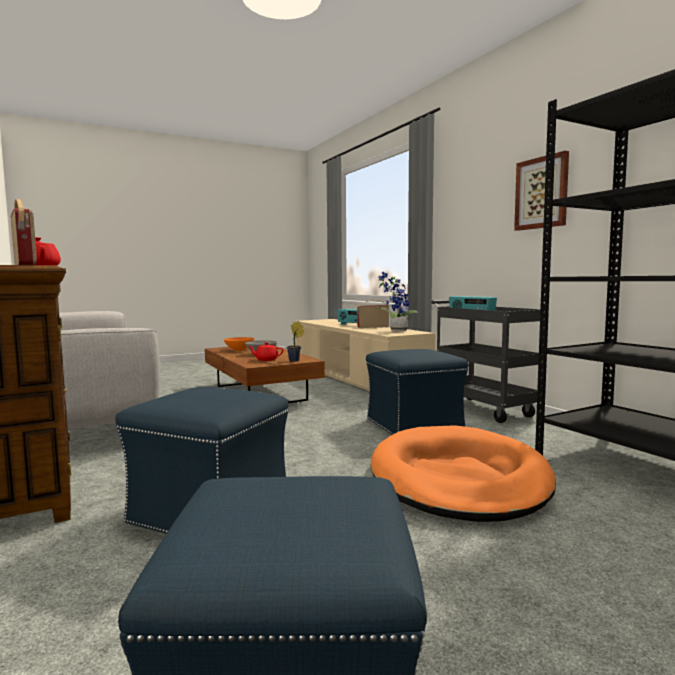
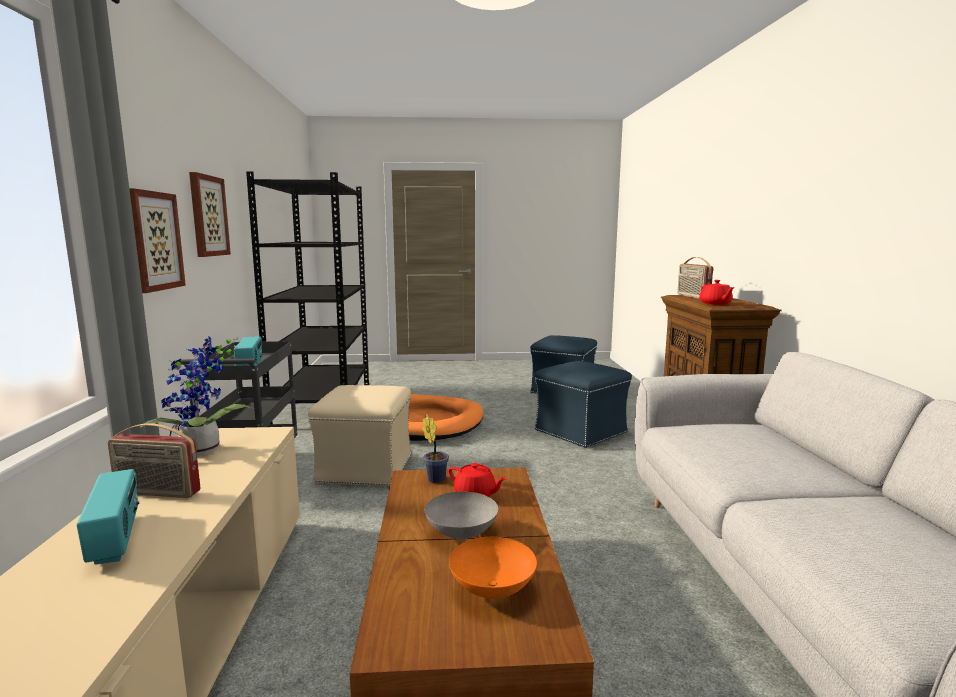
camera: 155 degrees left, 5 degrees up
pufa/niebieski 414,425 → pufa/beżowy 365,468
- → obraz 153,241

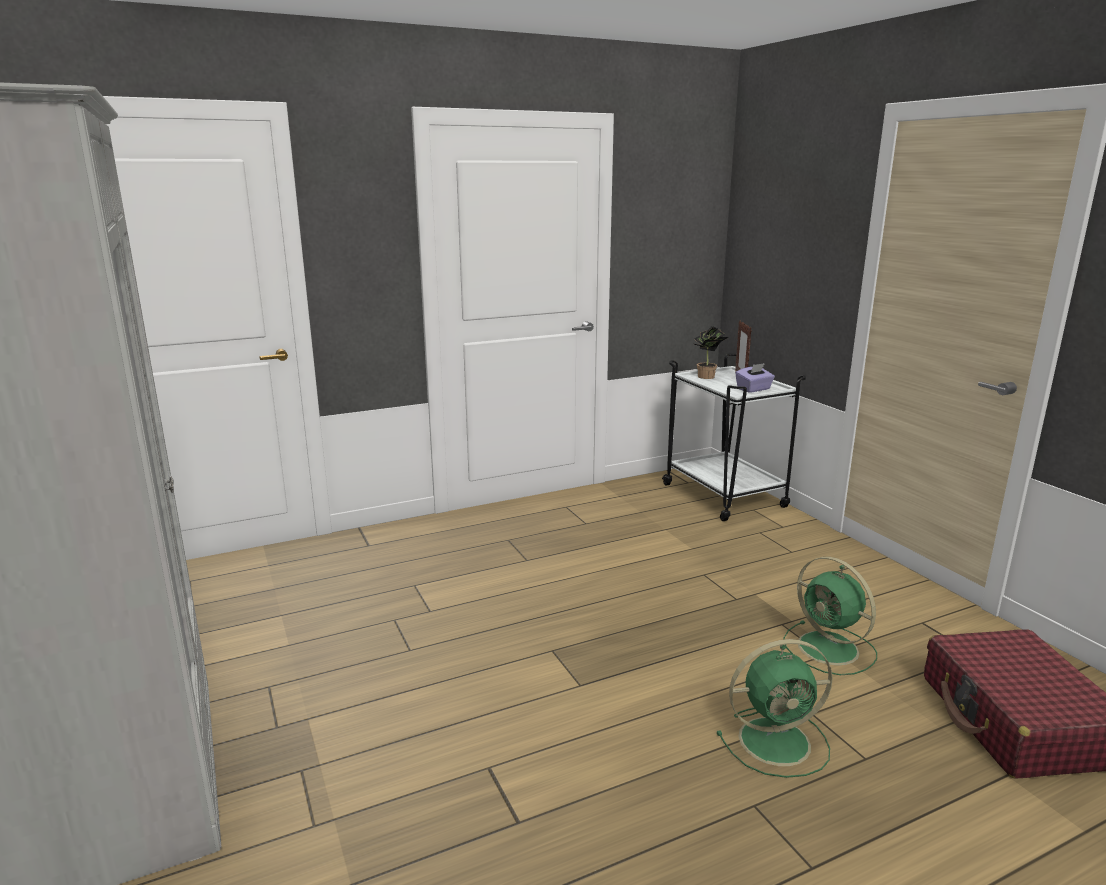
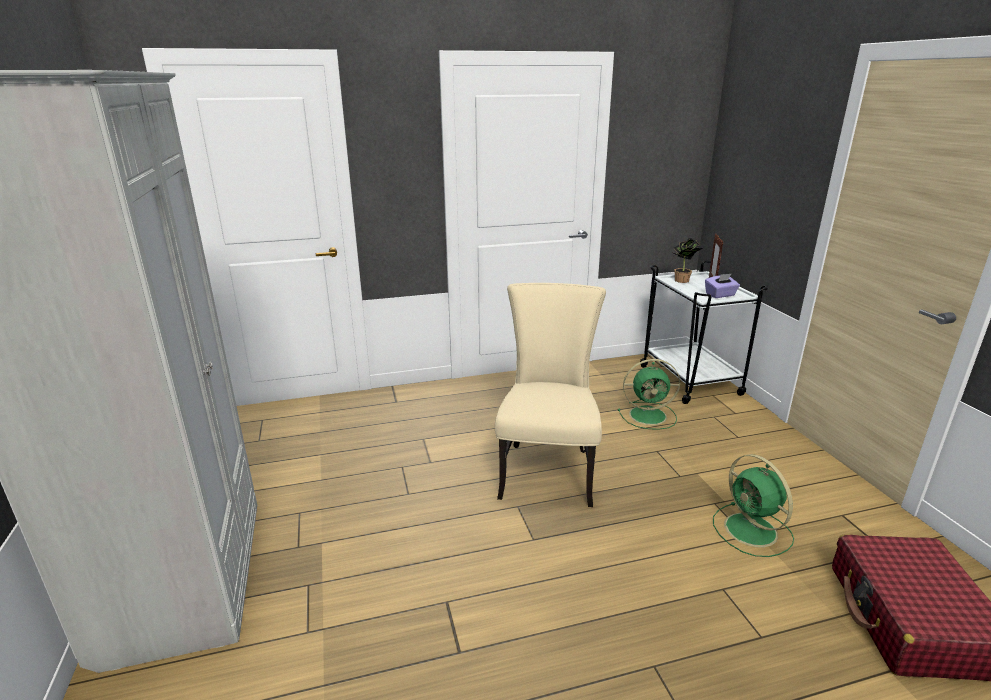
camera: 10 degrees right, 5 degrees up
wentylator/zielony 777,741 → wentylator/zielony 649,415, move
- → krzesło/beżowy 547,469

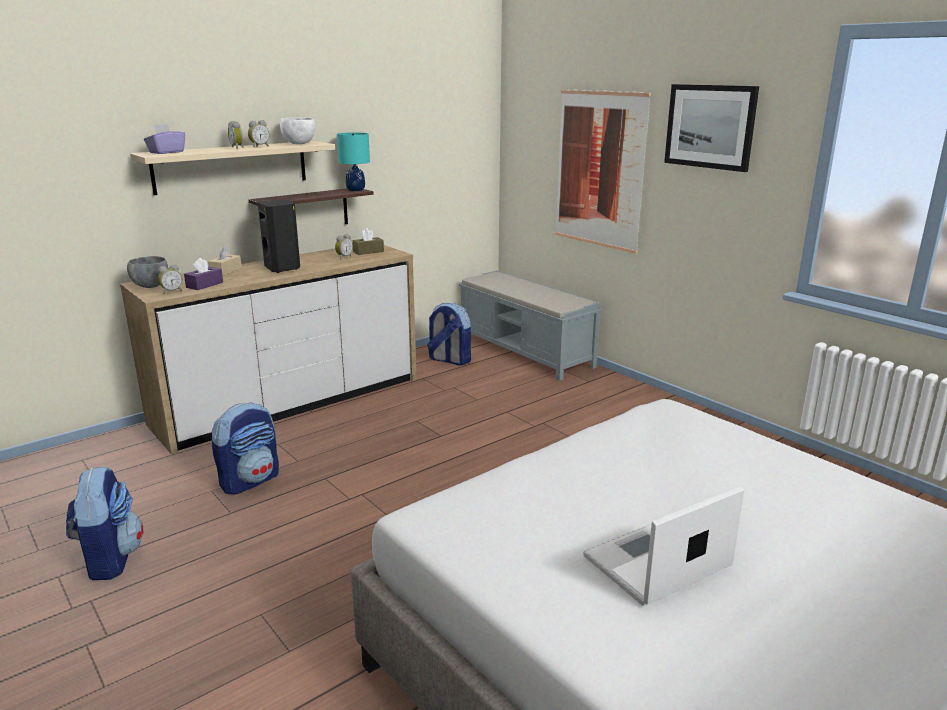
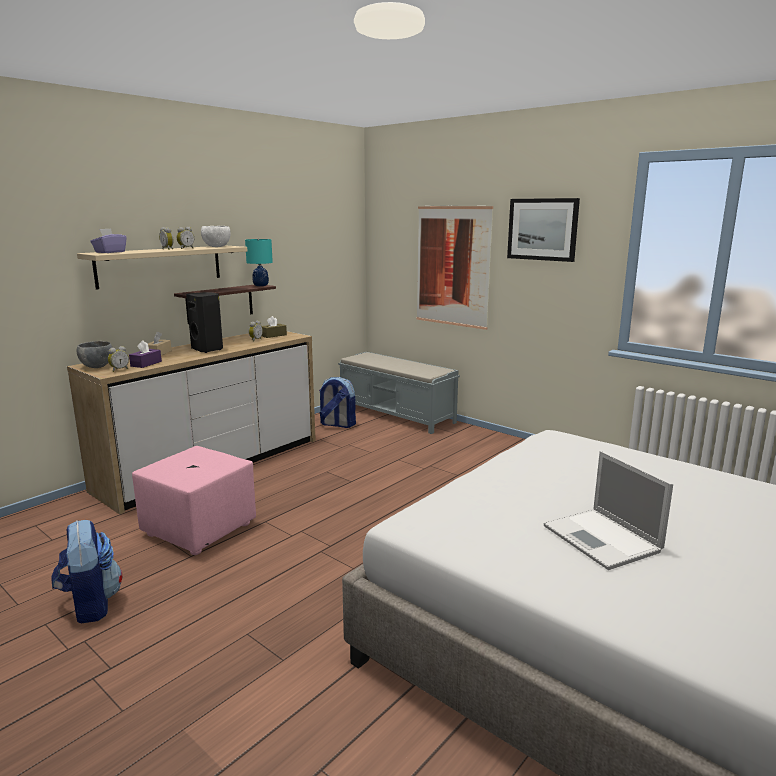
camera: 10 degrees left, 5 degrees down
plecak 250,480 → pufa/różowy 199,529
laptop 655,563 → laptop 603,539, 75 degrees counterclockwise

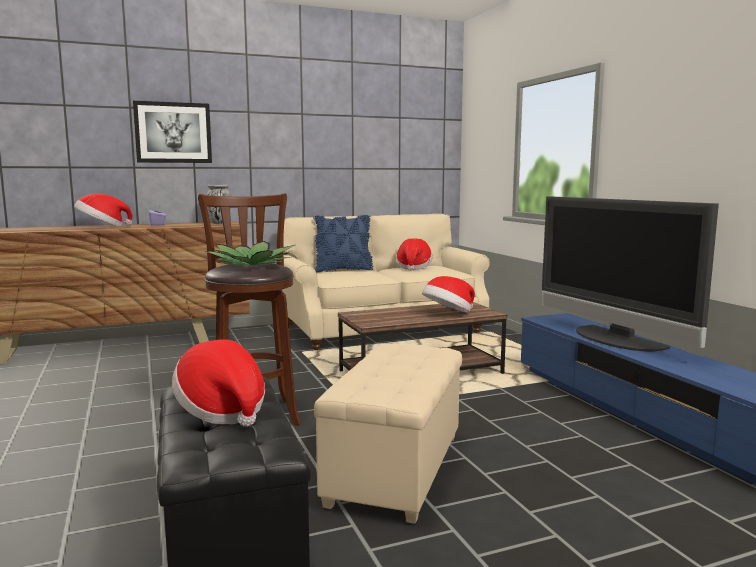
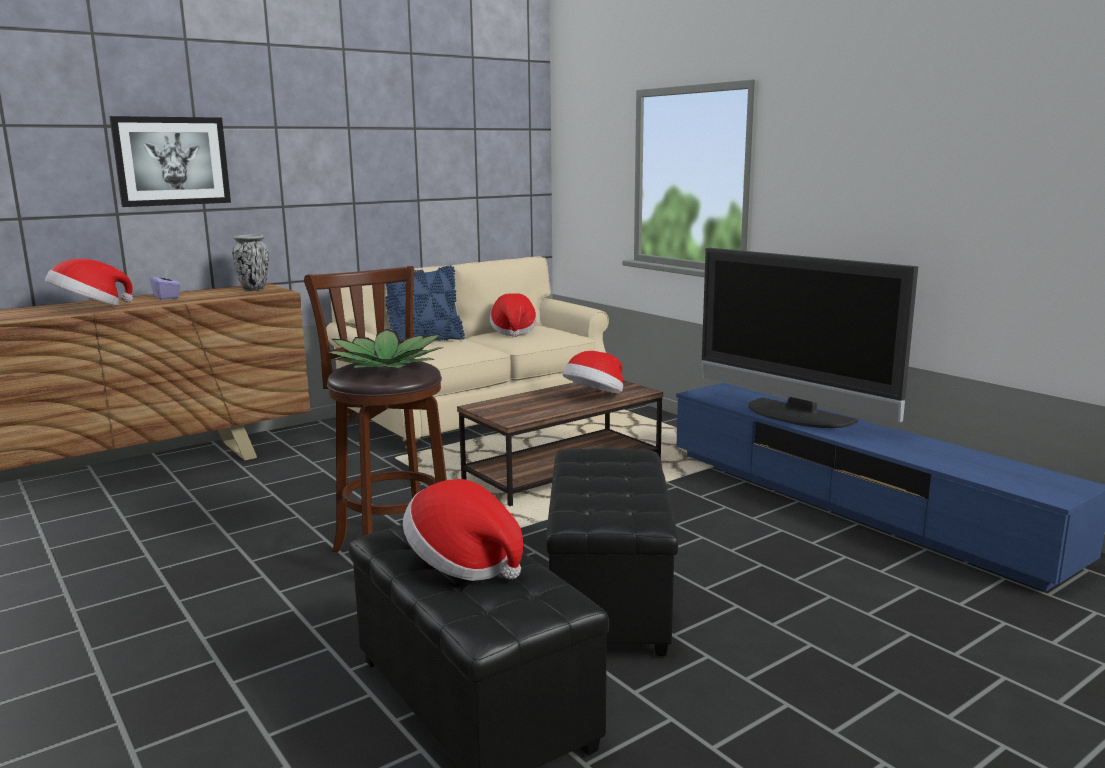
camera: 15 degrees left, 5 degrees up
pufa/beżowy 397,470 → pufa/czarny 610,598

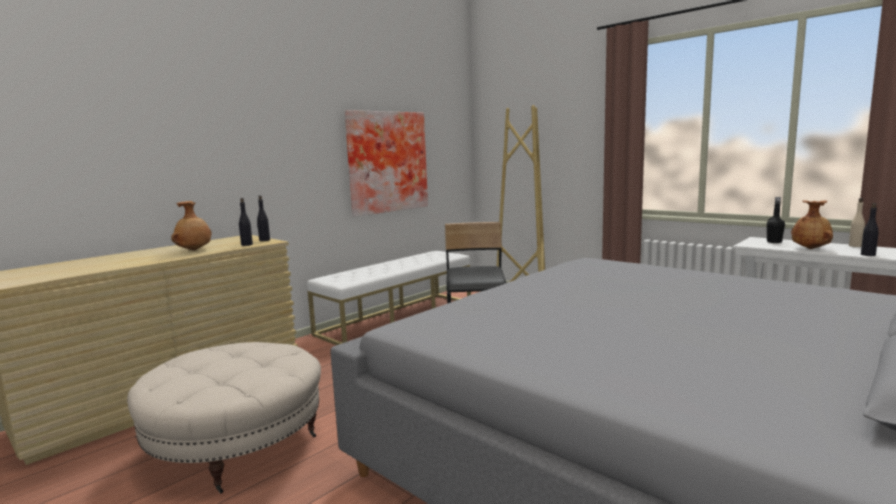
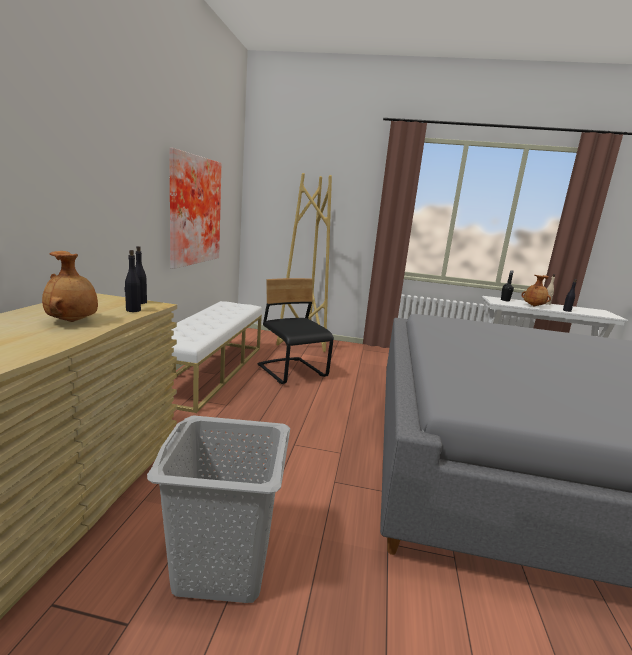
camera: 35 degrees left, 5 degrees up
pufa/beżowy 237,445 → kosz na pranie/szary 223,566

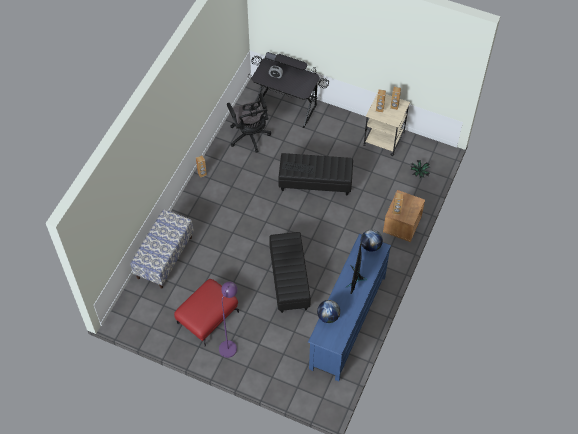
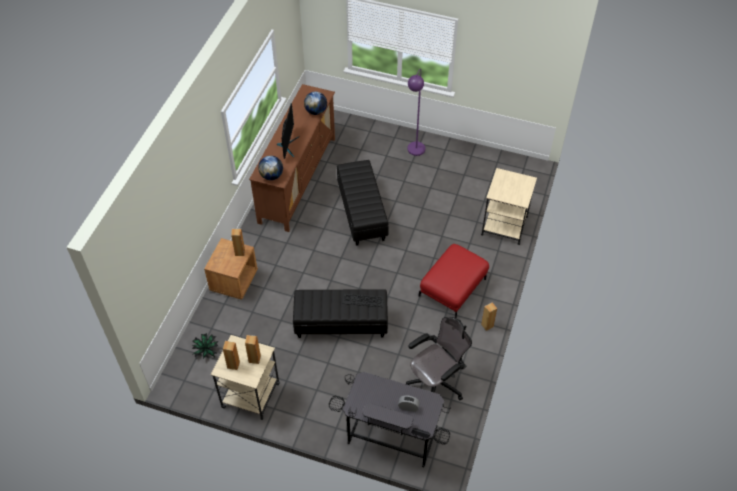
camera: 175 degrees right, 5 degrees down
krzesło biurowe 249,136 → krzesło biurowe 436,383, 75 degrees clockwise
ławka 164,257 → wózek/beżowy 504,226
komoda/niebieski 347,322 → komoda/brązowy 298,180
pufa/czerwony 207,317 → pufa/czerwony 453,288, move

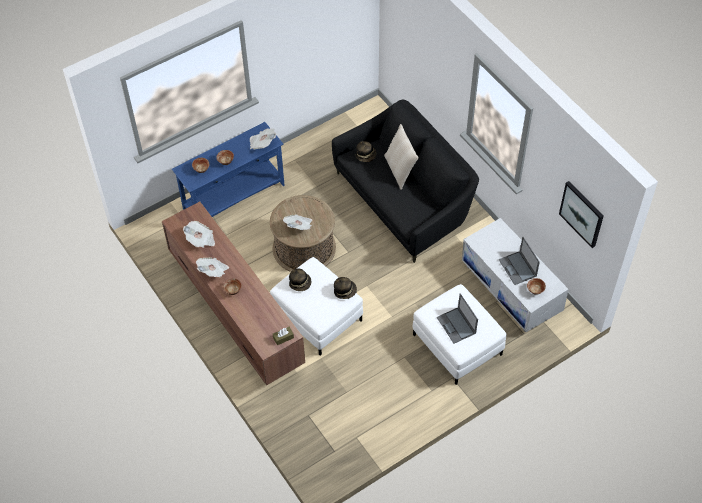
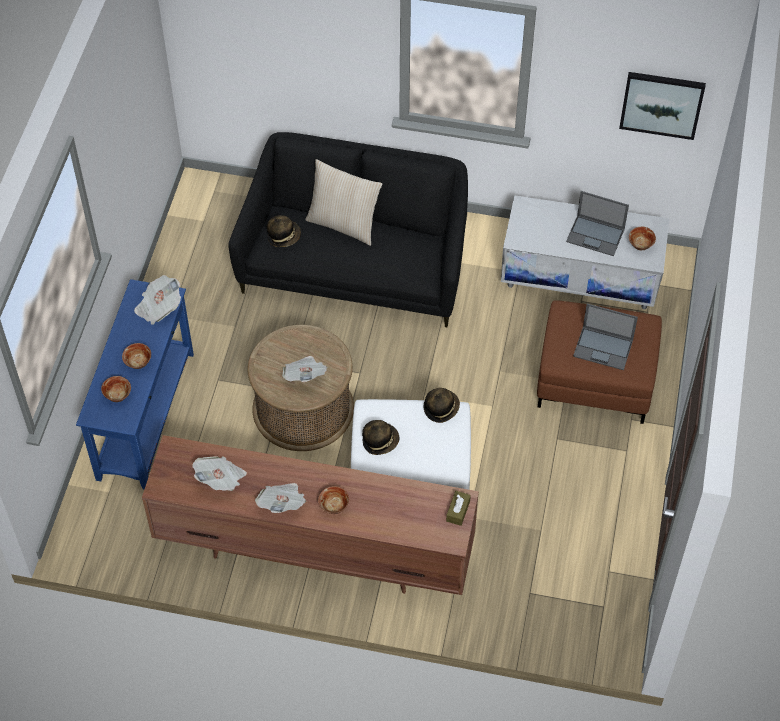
camera: 45 degrees left, 0 degrees up
pufa/biały 458,345 → pufa/brązowy 596,379

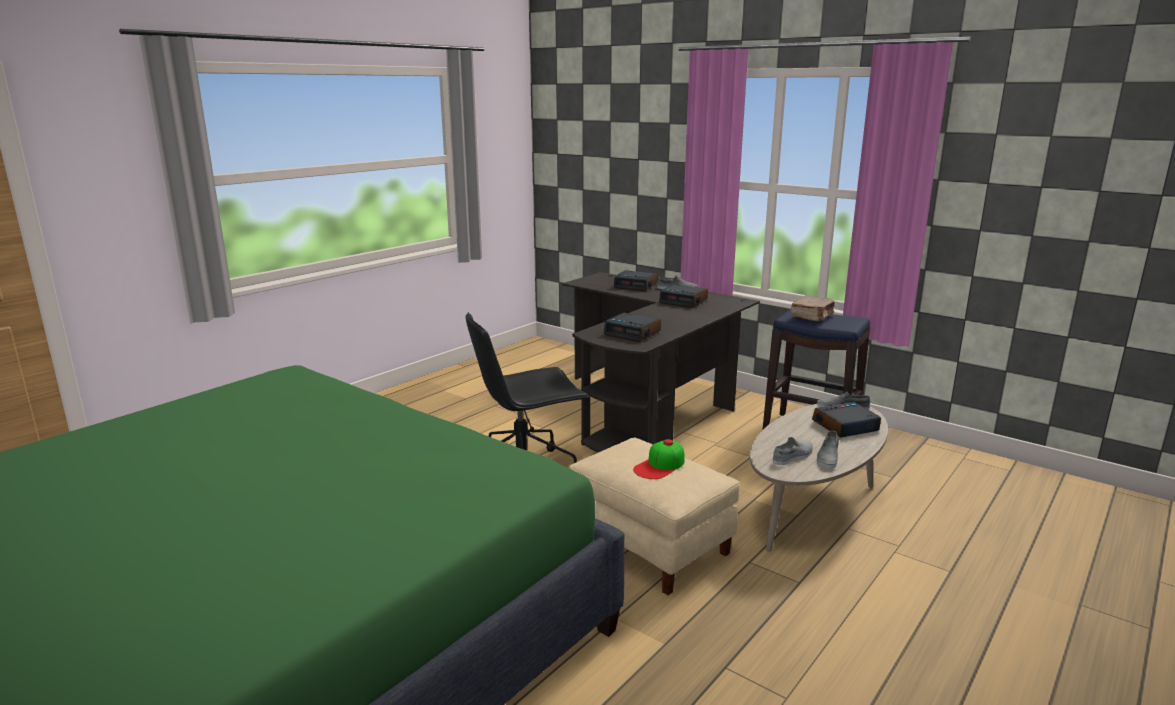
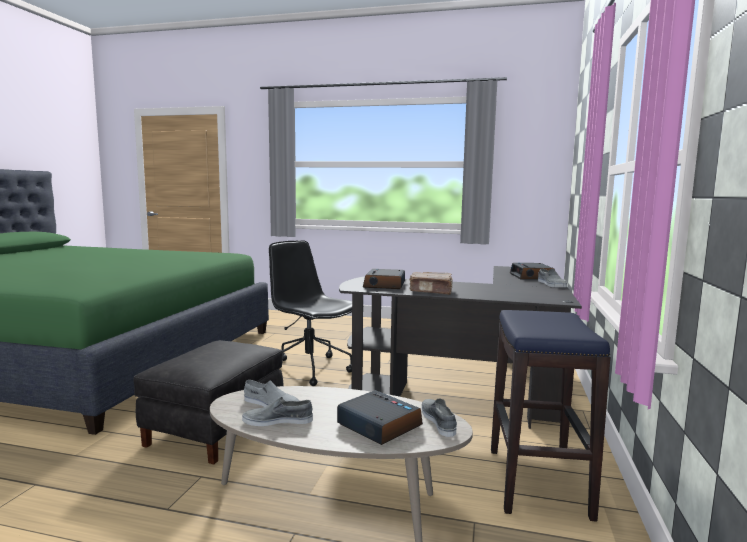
camera: 65 degrees right, 10 degrees down
budzik 684,301 → -
książka/brązowy 812,316 → książka/brązowy 431,291, move
pufa/beżowy 651,546 → pufa/czarny 216,429
czapka z daszkiem 660,465 → -

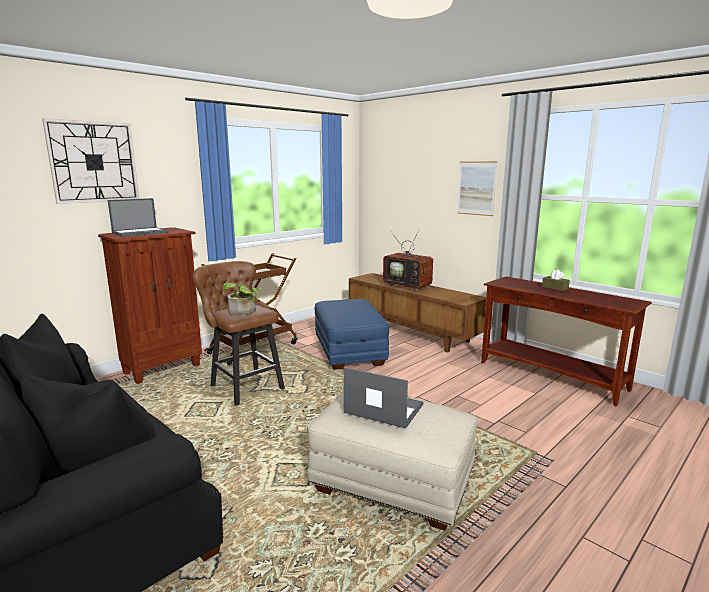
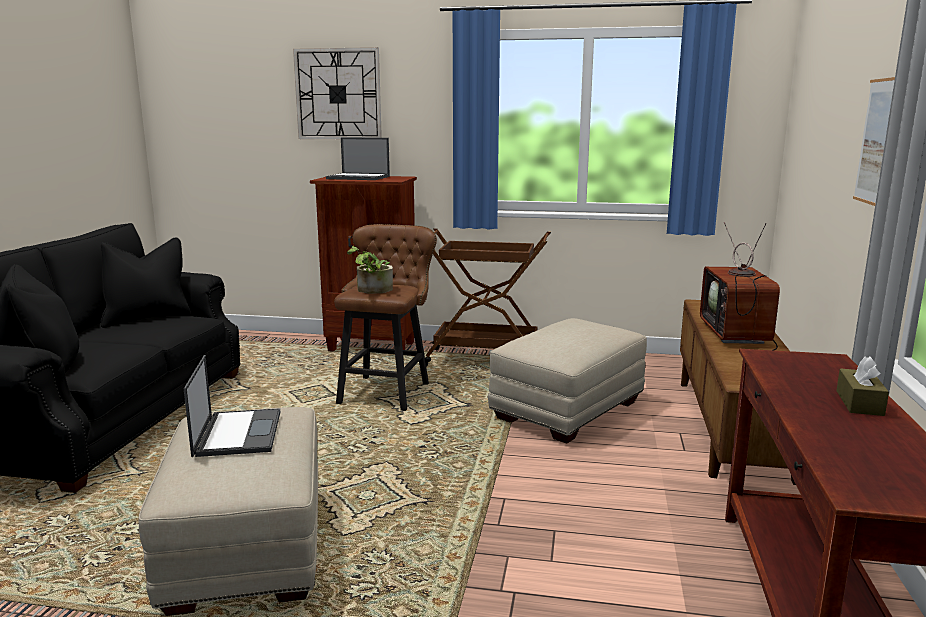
camera: 55 degrees right, 0 degrees up
pufa/niebieski 349,352 → pufa/beżowy 567,410

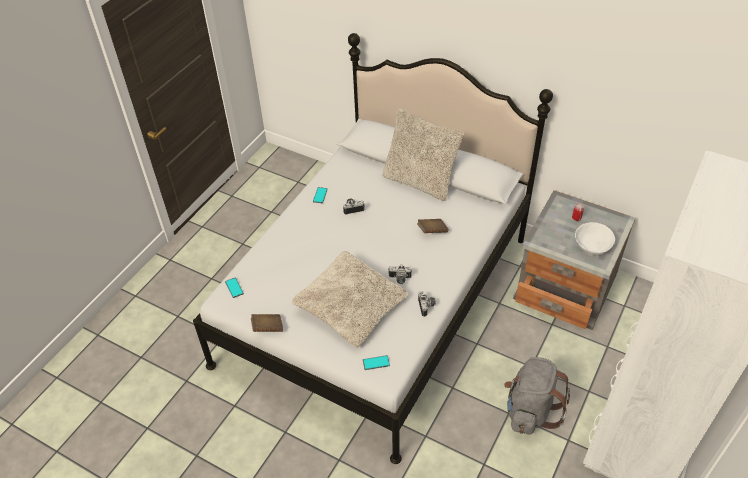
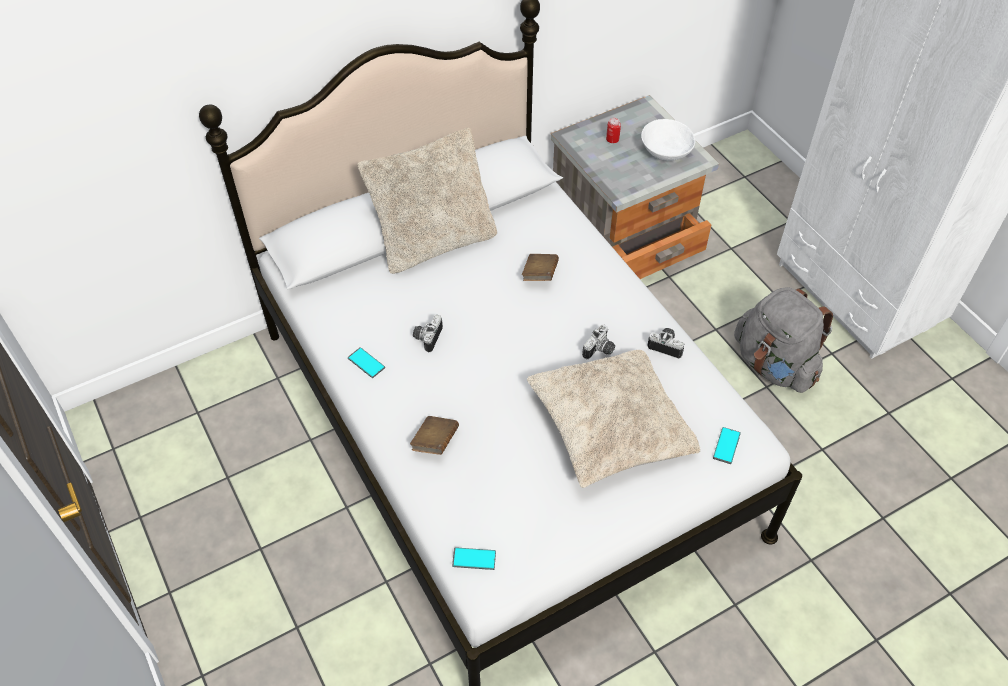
camera: 60 degrees left, 5 degrees up
książka/brązowy 267,328 → książka/brązowy 435,442, move

